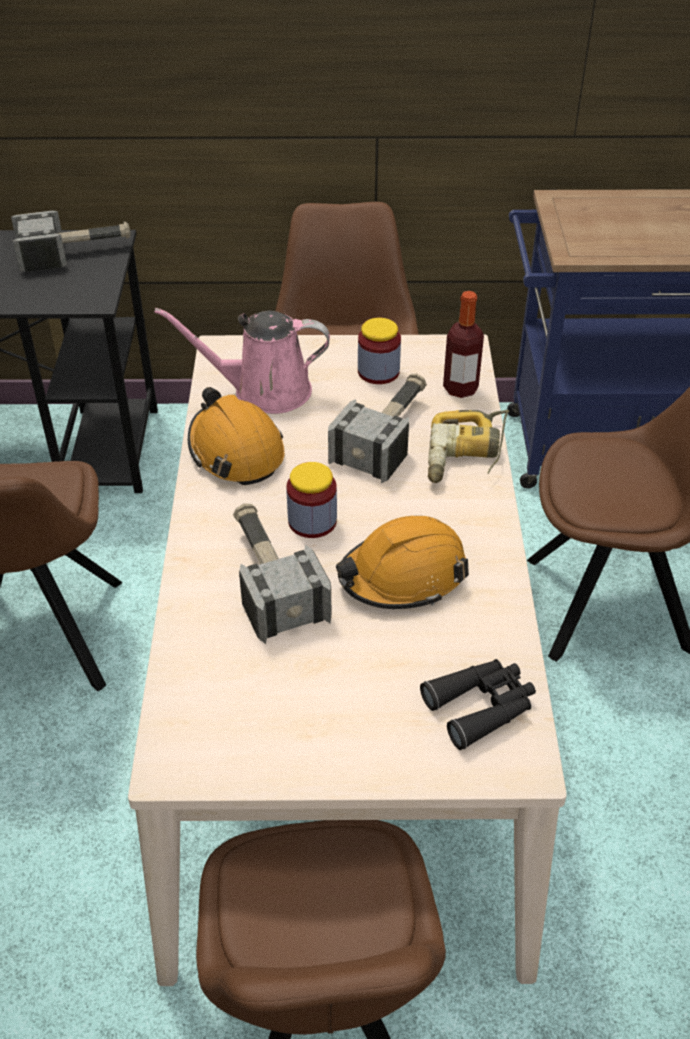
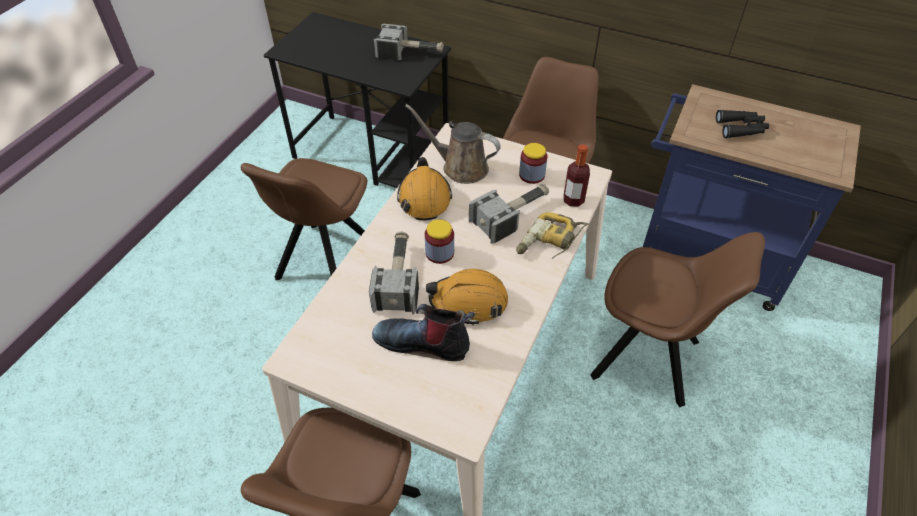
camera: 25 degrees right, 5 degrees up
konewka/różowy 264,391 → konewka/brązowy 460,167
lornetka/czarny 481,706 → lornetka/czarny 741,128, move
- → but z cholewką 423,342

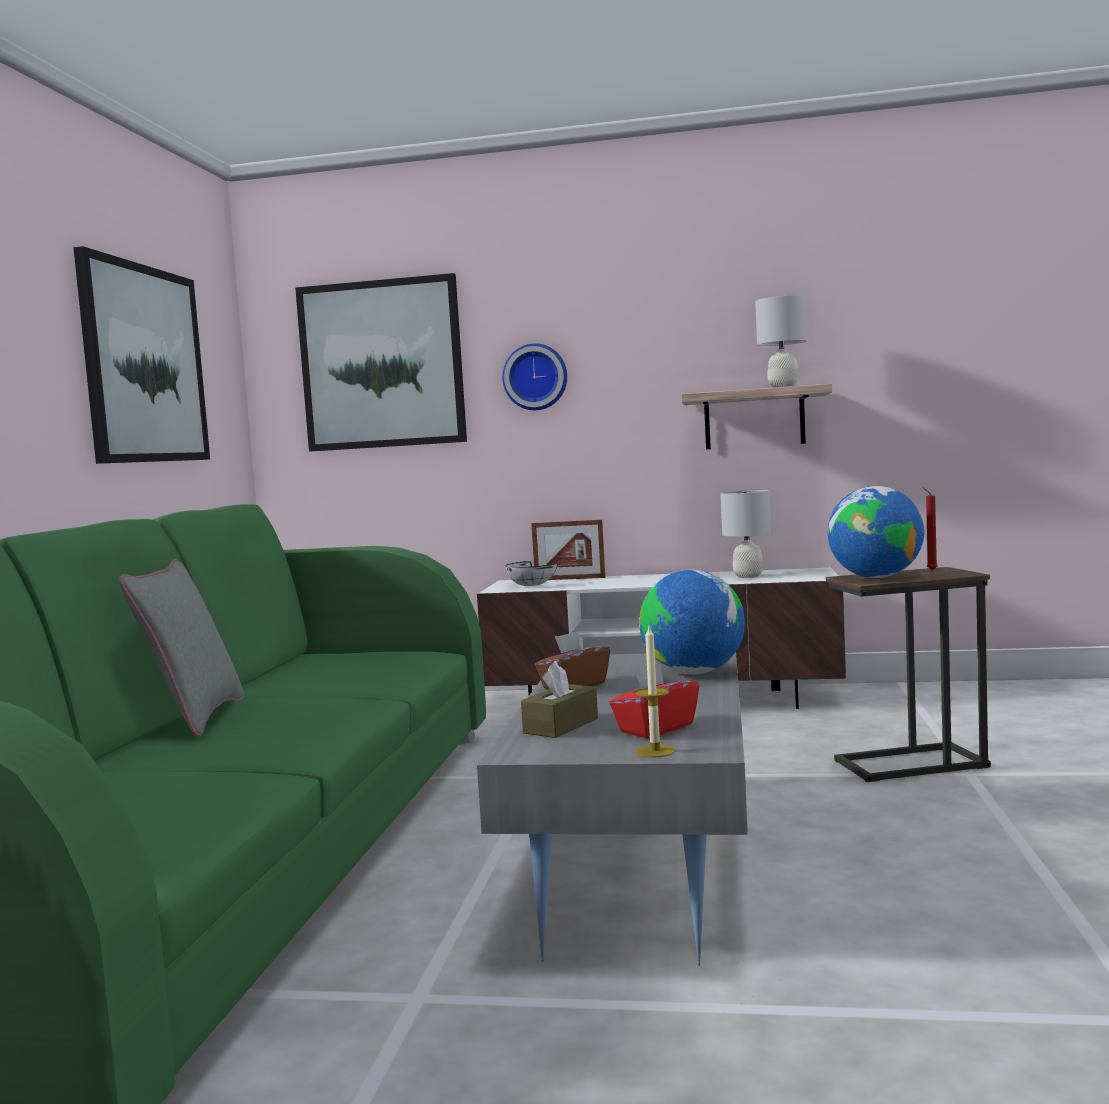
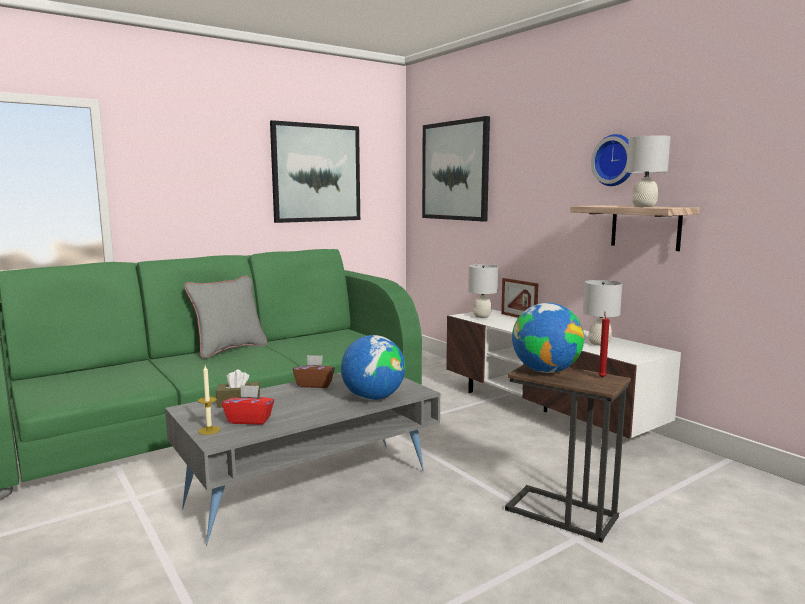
camera: 45 degrees right, 5 degrees up
zegar ścienny 535,377 → zegar ścienny 615,160, move
miska/biały 528,586 → lampa stołowa/szary 482,317

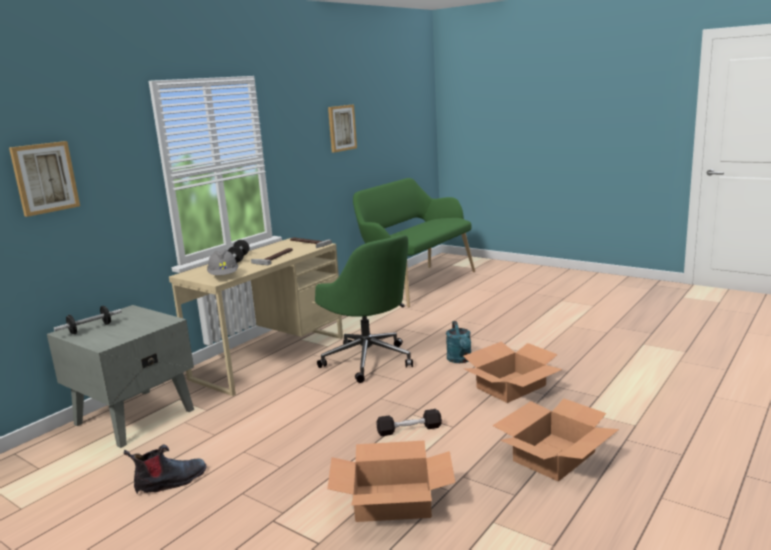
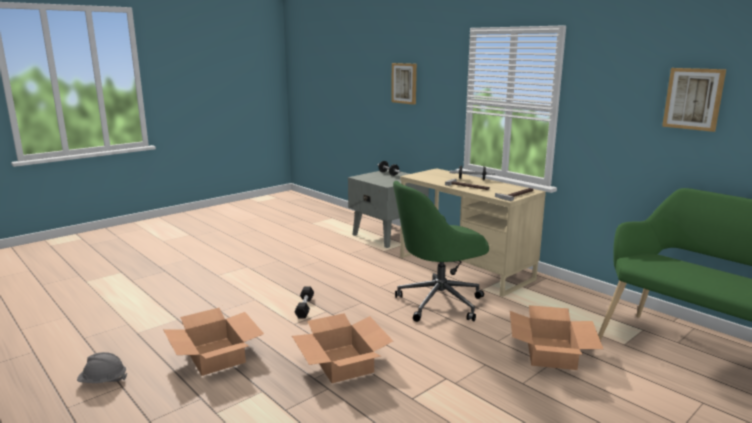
camera: 100 degrees right, 0 degrees up
kask/szary 224,276 → kask/szary 103,381, move
konewka/turkusowy 460,360 → -
karton 392,501 → karton 551,352, move
but z cholewką 170,482 → -

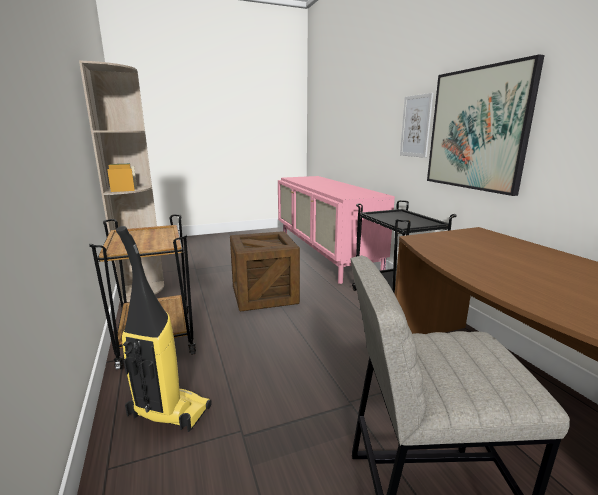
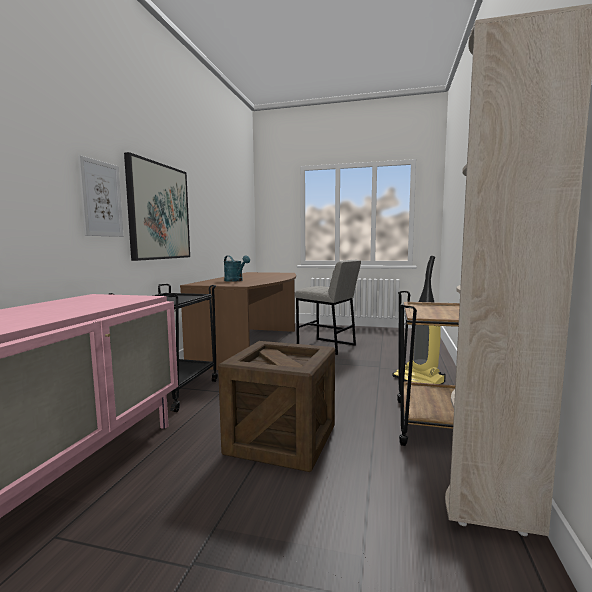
camera: 145 degrees left, 10 degrees down
- → konewka/turkusowy 235,280

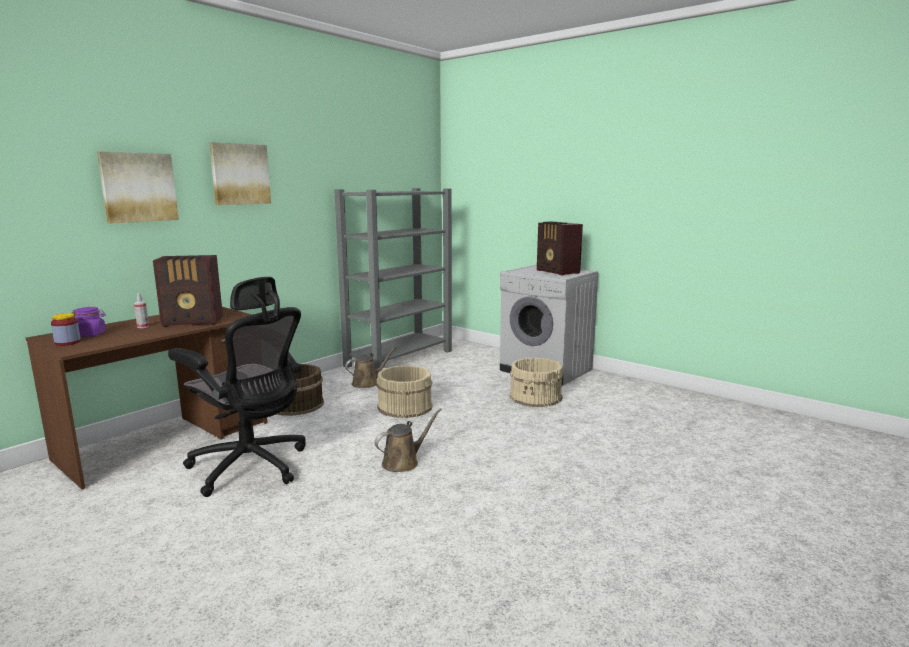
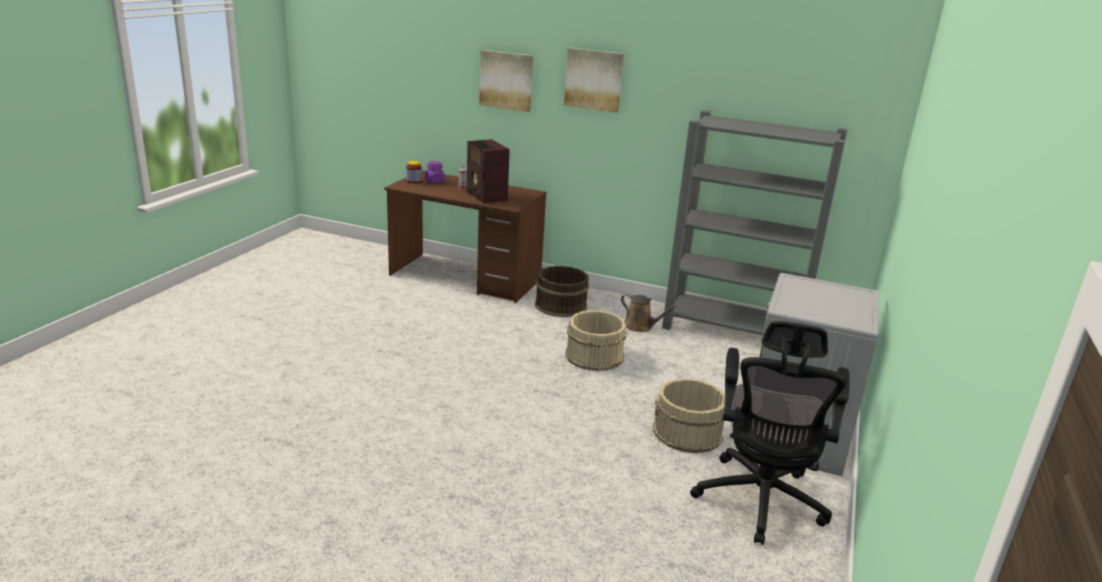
camera: 70 degrees right, 10 degrees up
radio 557,272 → -
krzesło biurowe 250,466 → krzesło biurowe 760,500, move
konewka/brązowy 403,462 → -

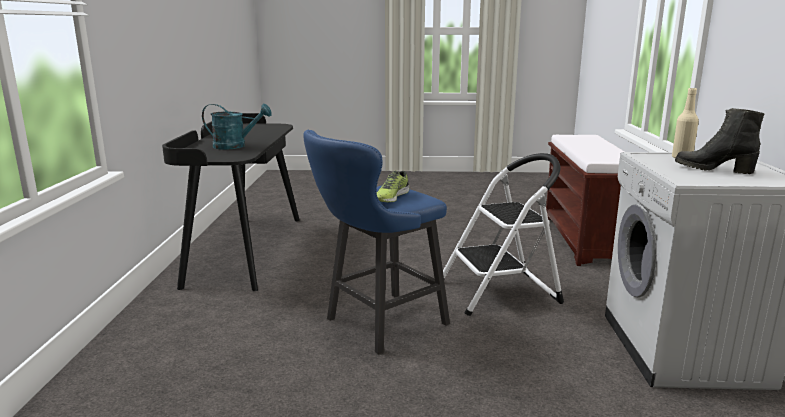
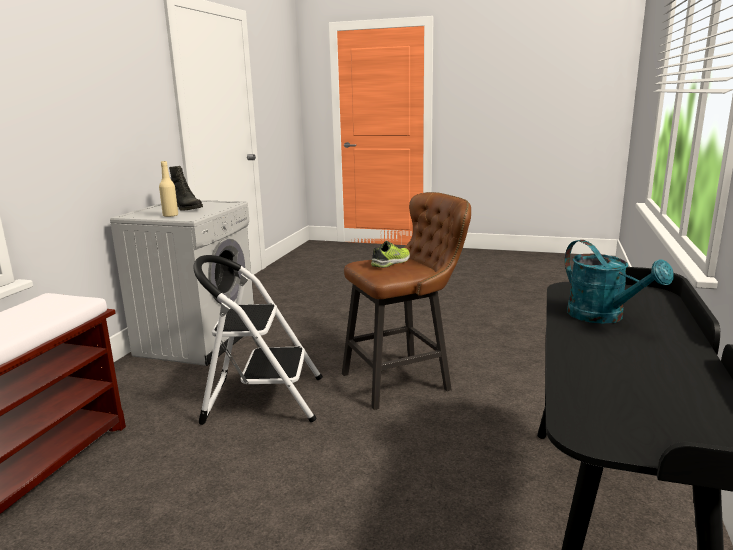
camera: 165 degrees left, 0 degrees up
konewka/turkusowy 236,146 → konewka/turkusowy 603,317, 135 degrees counterclockwise
stołek/niebieski 375,326 → stołek/brązowy 407,378

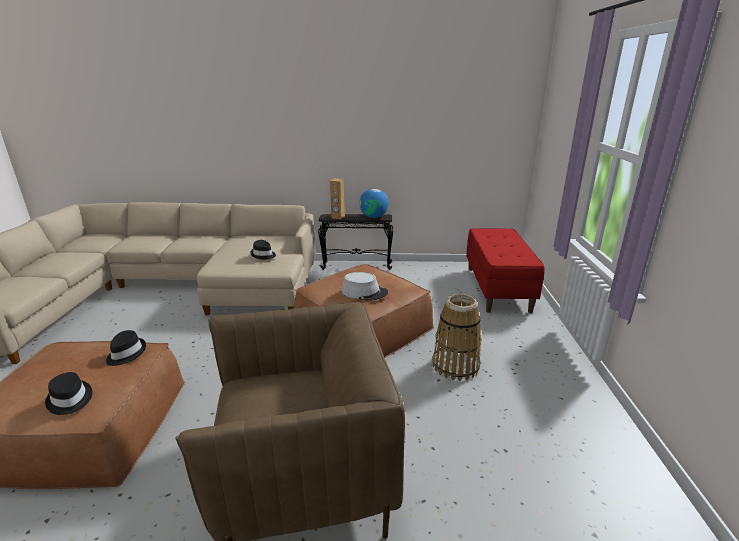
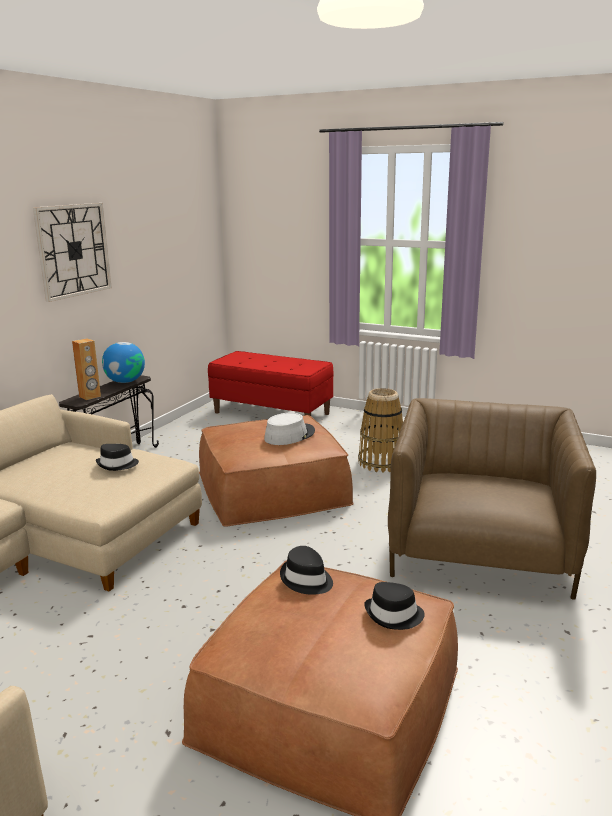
camera: 65 degrees left, 5 degrees down
- → zegar ścienny 73,250

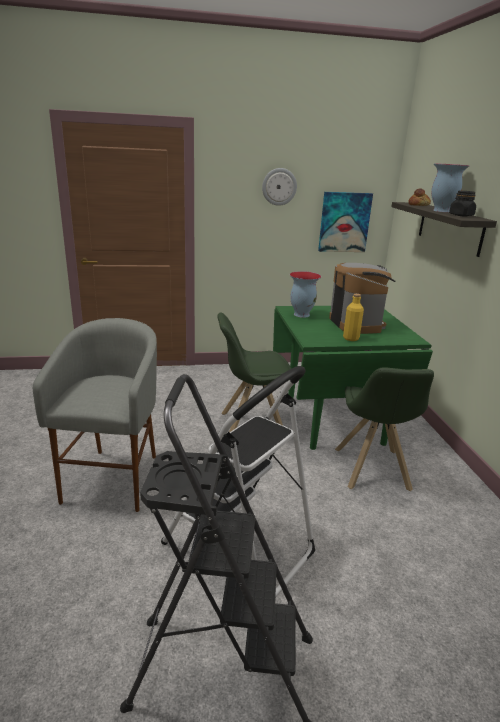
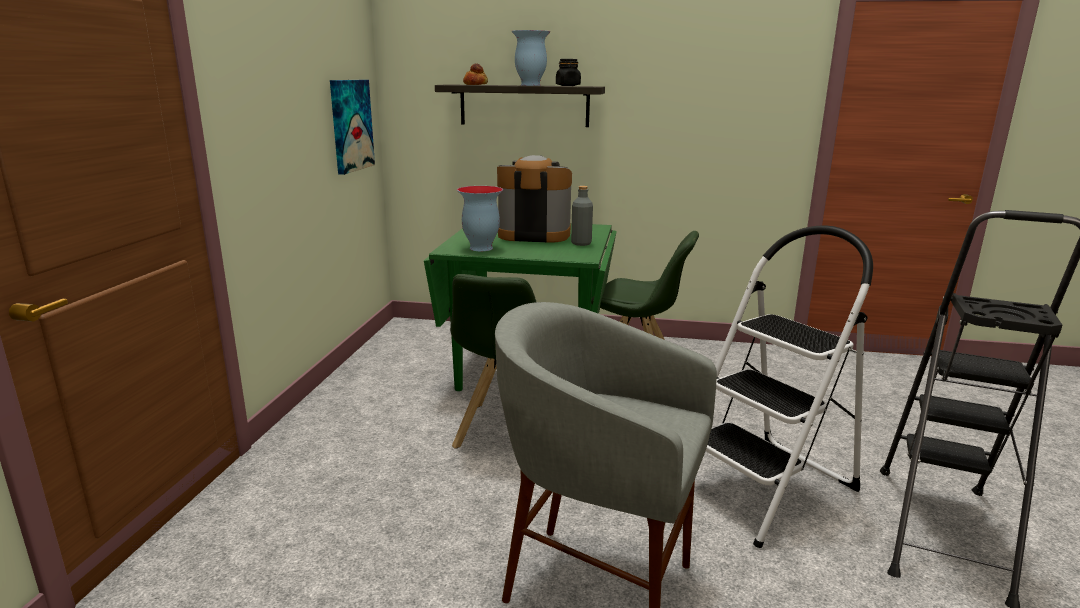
camera: 70 degrees left, 5 degrees down
zegar ścienny 279,186 → -
butelka/żółty 351,338 → butelka/szary 581,243

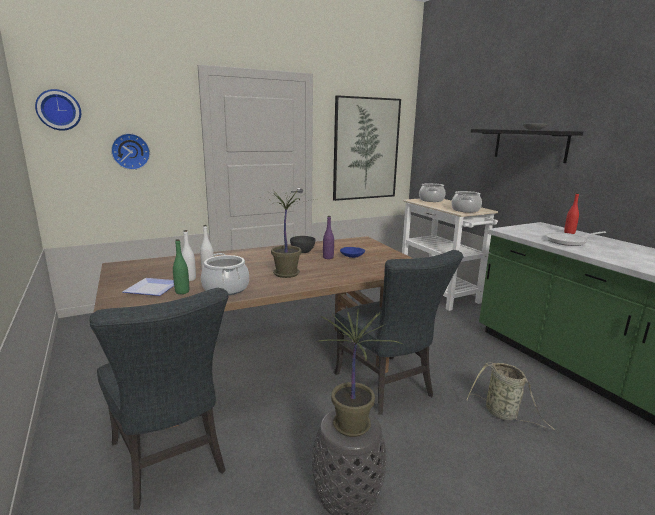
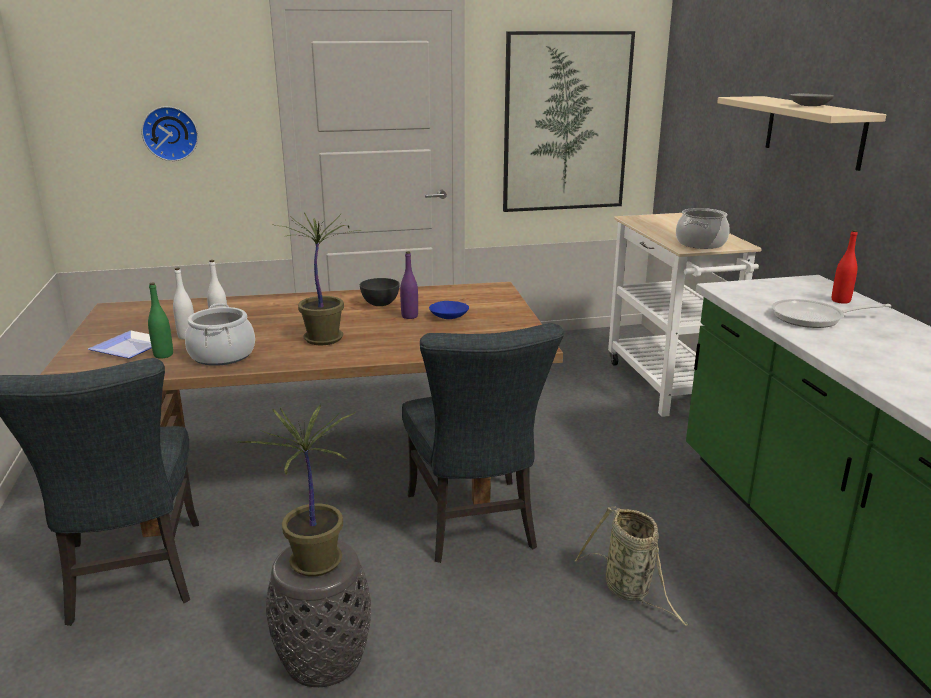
camera: 15 degrees right, 5 degrees up
zegar ścienny 59,110 → -
półka/czarny 530,145 → półka/beżowy 813,131
garnek 431,200 → -

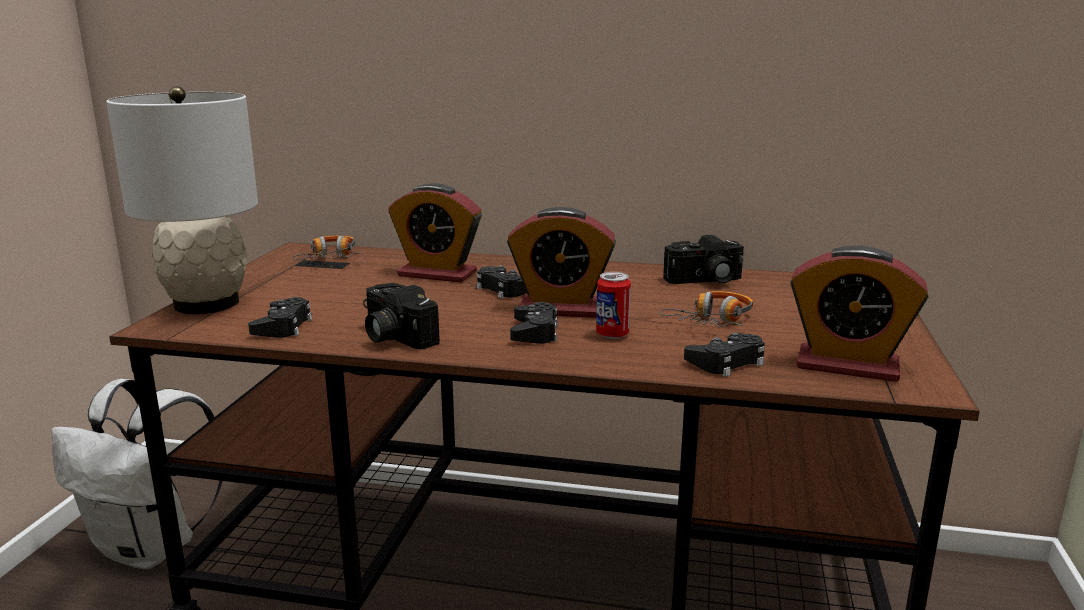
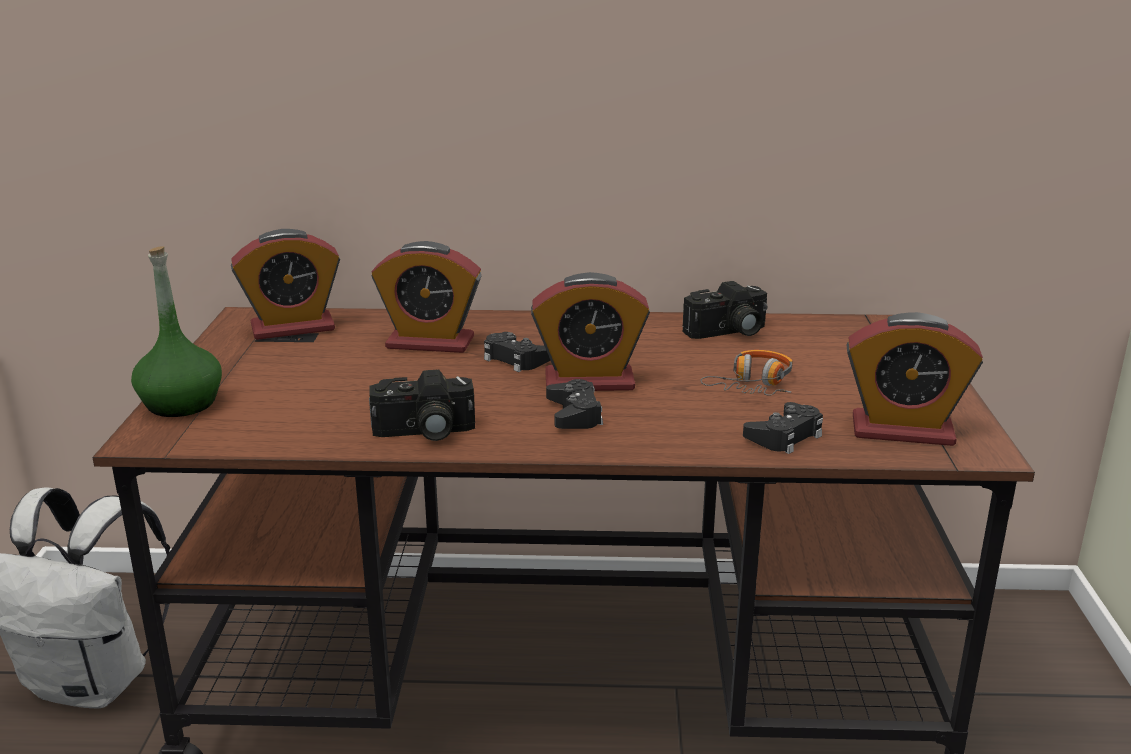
camera: 10 degrees left, 5 degrees up
lampa stołowa/biały 206,304 → butelka/zielony 181,404
słuchawki 330,258 → budzik 293,328
puszka 612,334 → -
aparat fotograficzny 393,337 → aparat fotograficzny 424,432, 45 degrees counterclockwise
pad do gier/czarny 283,326 → -

